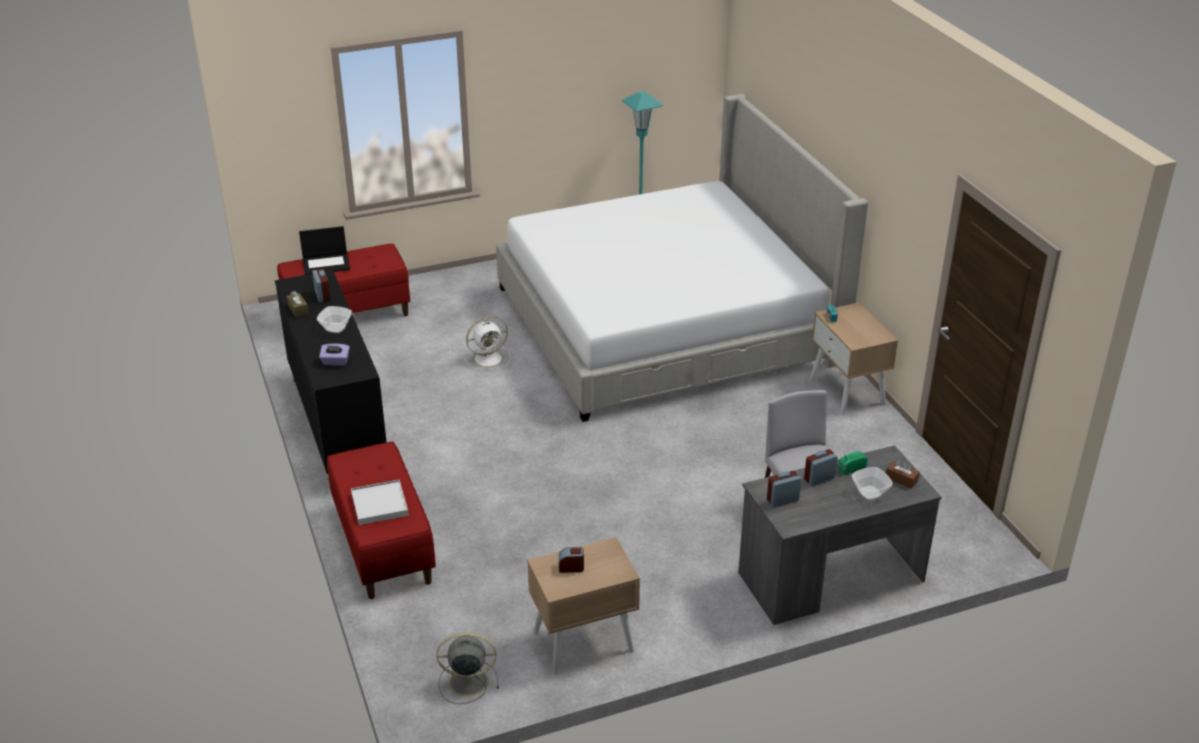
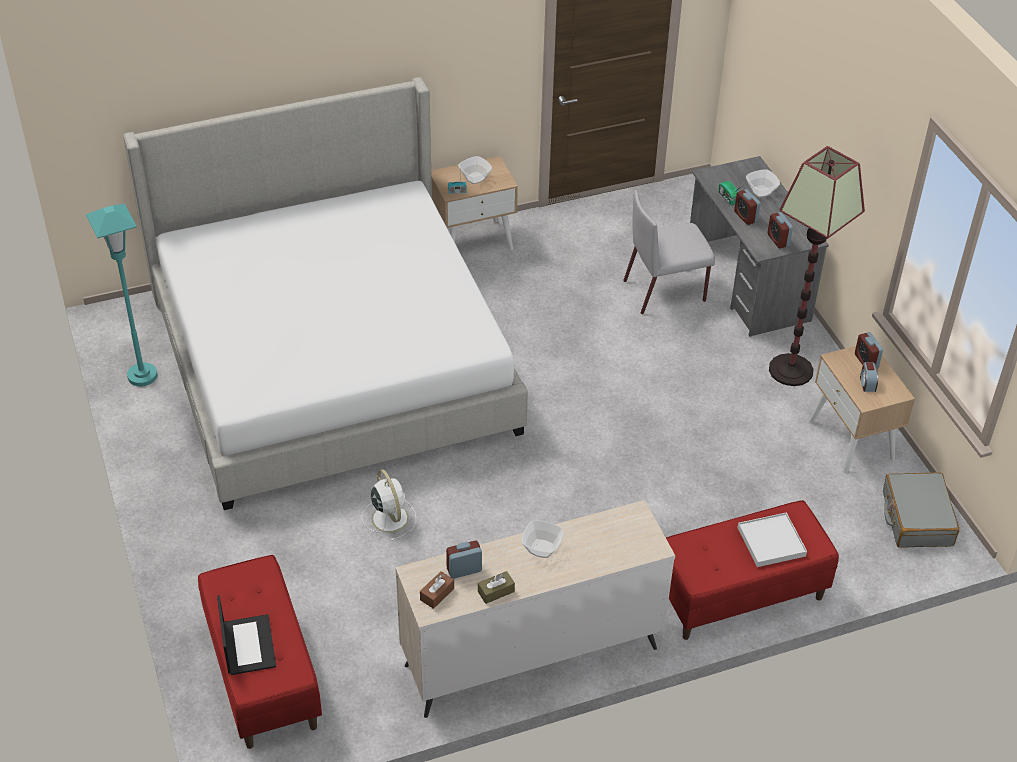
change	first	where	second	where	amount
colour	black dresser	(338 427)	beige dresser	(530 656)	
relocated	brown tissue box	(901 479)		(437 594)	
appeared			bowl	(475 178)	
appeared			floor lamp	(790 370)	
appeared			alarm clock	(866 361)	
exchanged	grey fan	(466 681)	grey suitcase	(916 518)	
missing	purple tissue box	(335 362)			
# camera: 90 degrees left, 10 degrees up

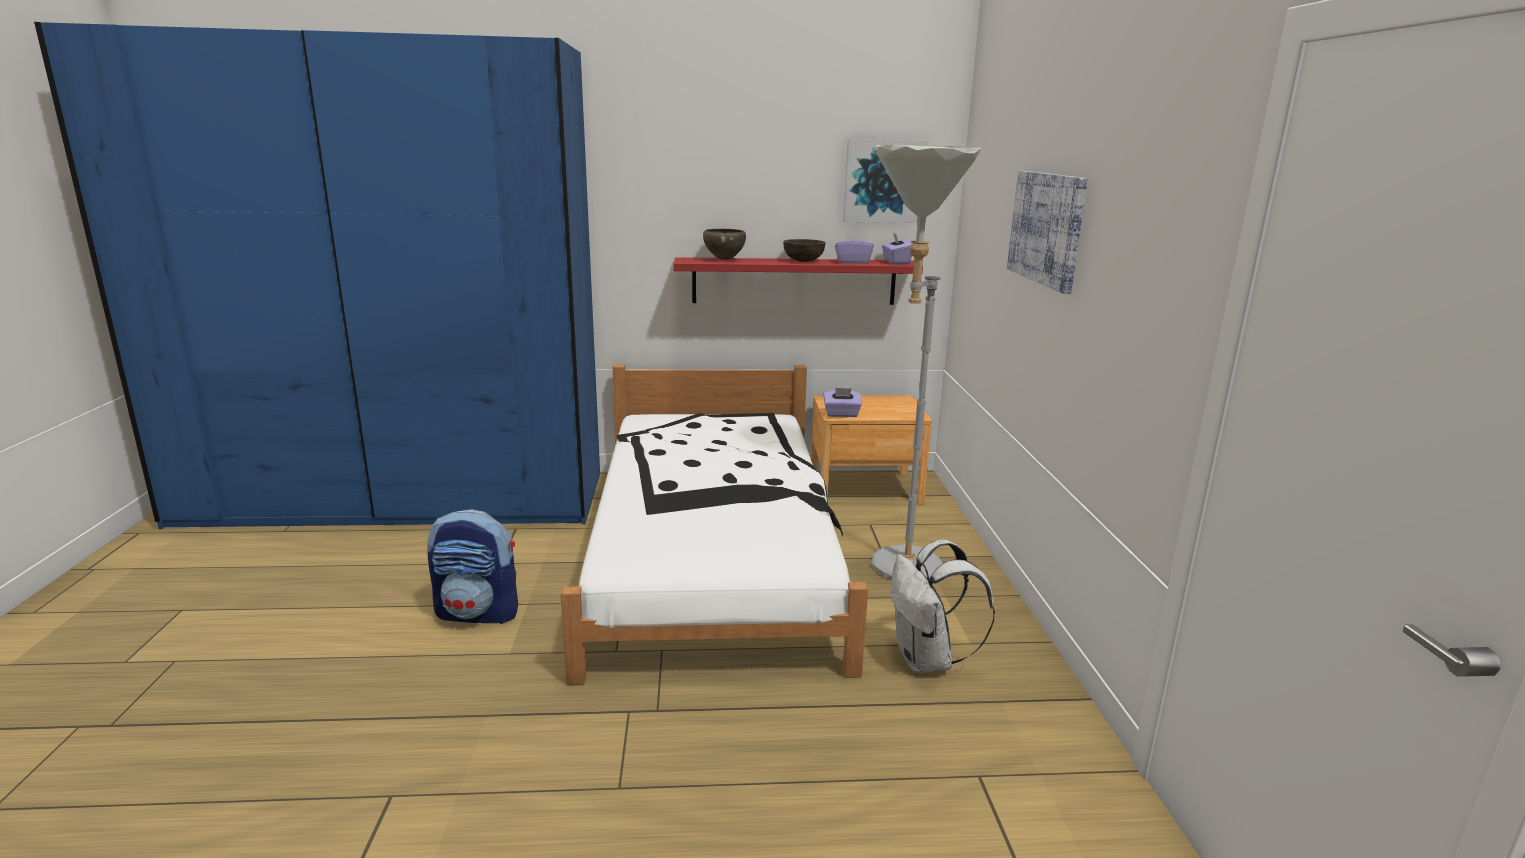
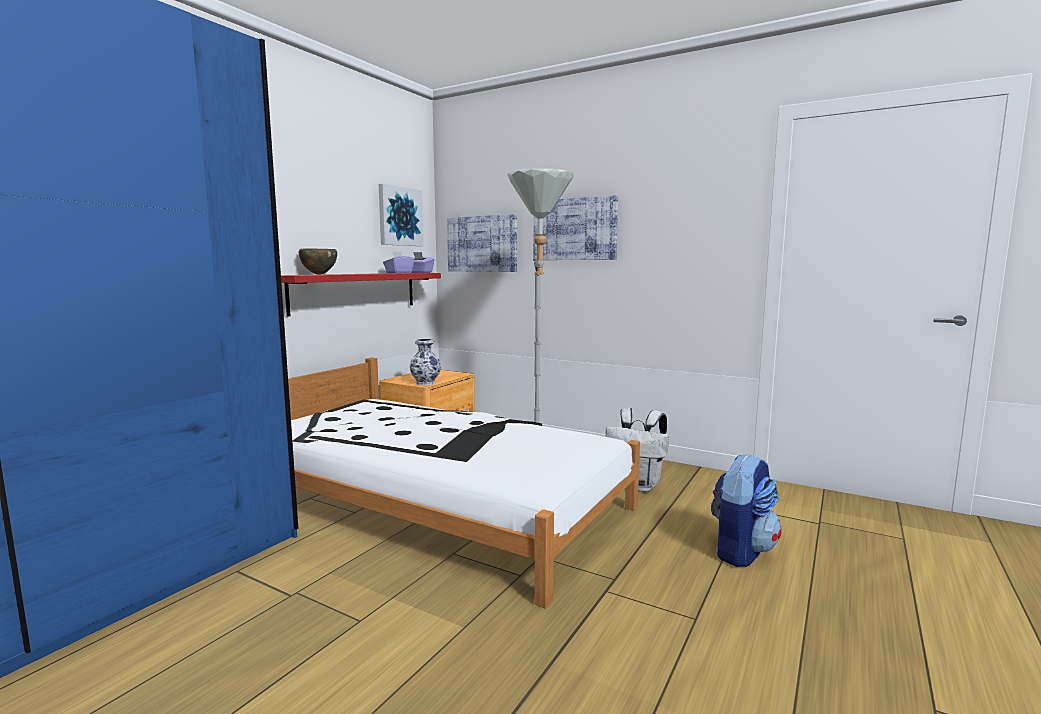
change	first	where	second	where	amount
exchanged	purple tissue box	(841 414)	vase	(425 383)	
appeared			picture	(482 244)	
relocated	backpack	(479 613)		(741 551)	
missing	brown bowl	(803 261)			
# camera: 55 degrees left, 10 degrees down

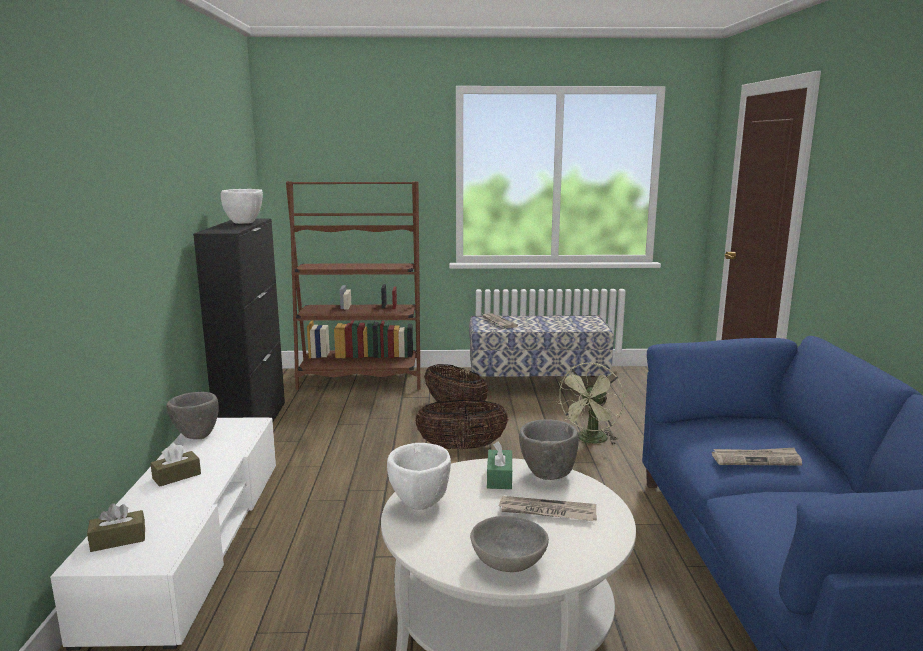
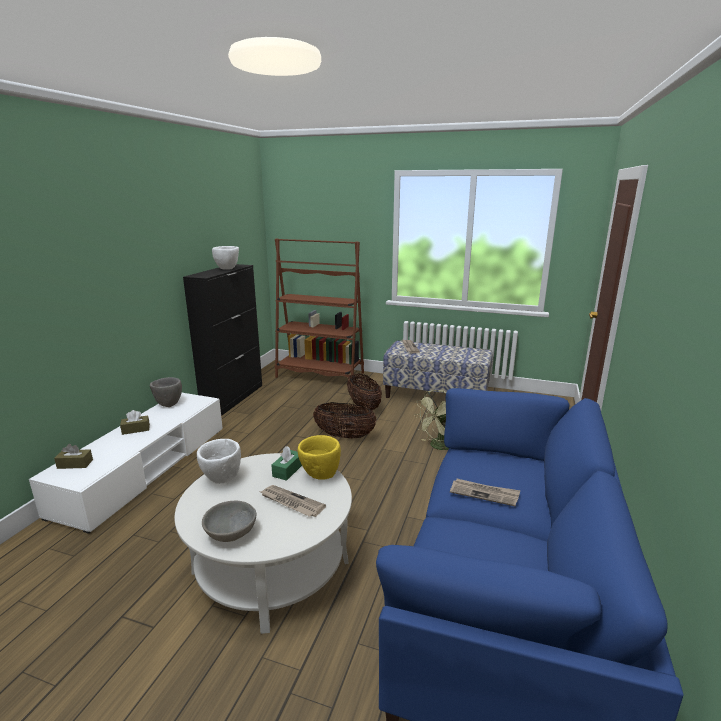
change	first	where	second	where	amount
colour	grey bowl	(547 475)	yellow bowl	(320 475)	
# camera: 20 degrees right, 5 degrees up

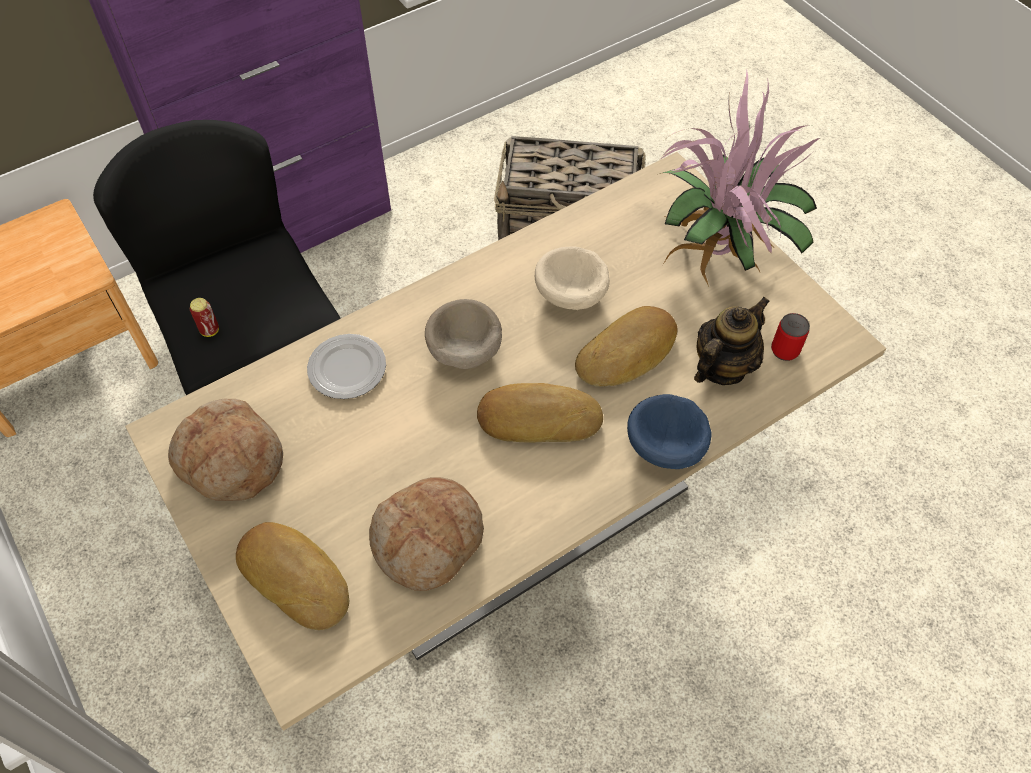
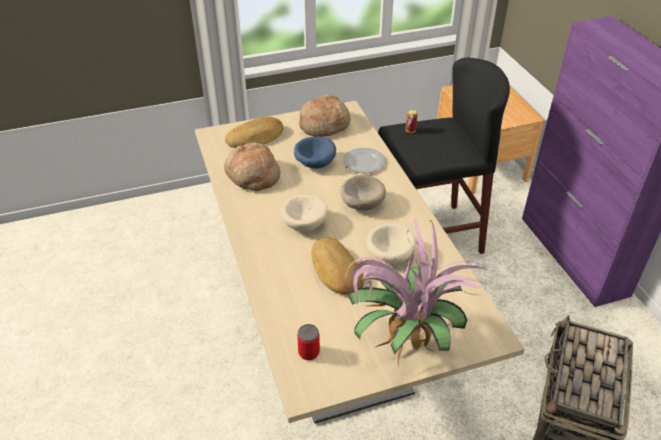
change	first	where	second	where	amount
exchanged	bread	(538 417)	beige bowl	(305 224)	
relocated	blue bowl	(666 447)		(314 163)	
missing	teapot	(722 367)			
# camera: 105 degrees right, 15 degrees down

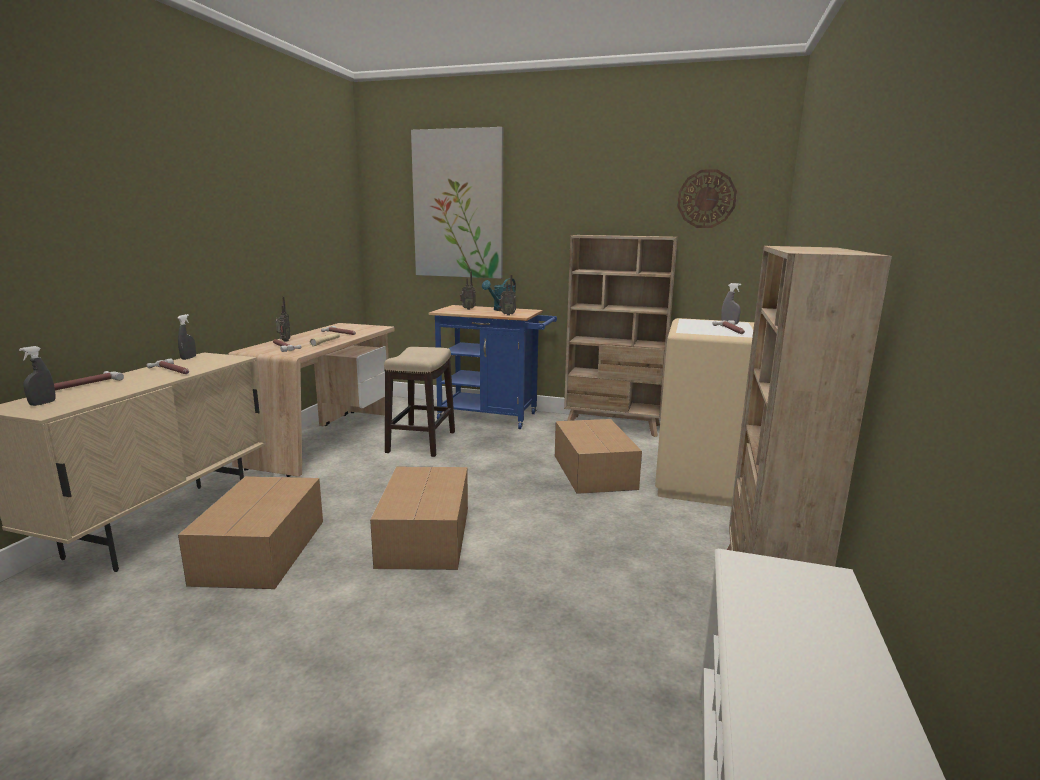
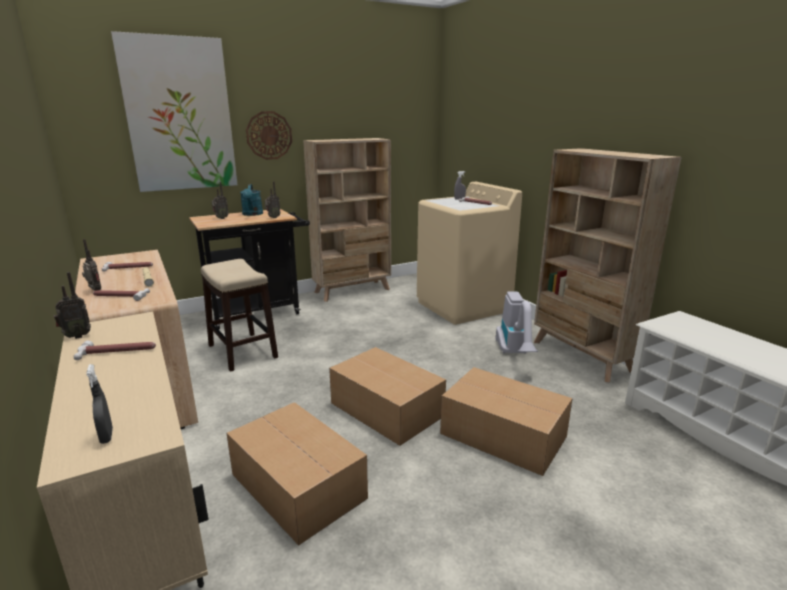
change	first	where	second	where	amount
exchanged	grey spray bottle	(188 358)	radio	(76 336)	
colour	blue cart	(494 417)	black cart	(259 312)	
relocated	wall clock	(706 199)		(269 135)	
relocated	cardboard box	(594 471)		(501 434)	
appeared			vacuum cleaner	(515 353)	
missing	hammer	(83 385)			
# camera: 45 degrees left, 5 degrees up

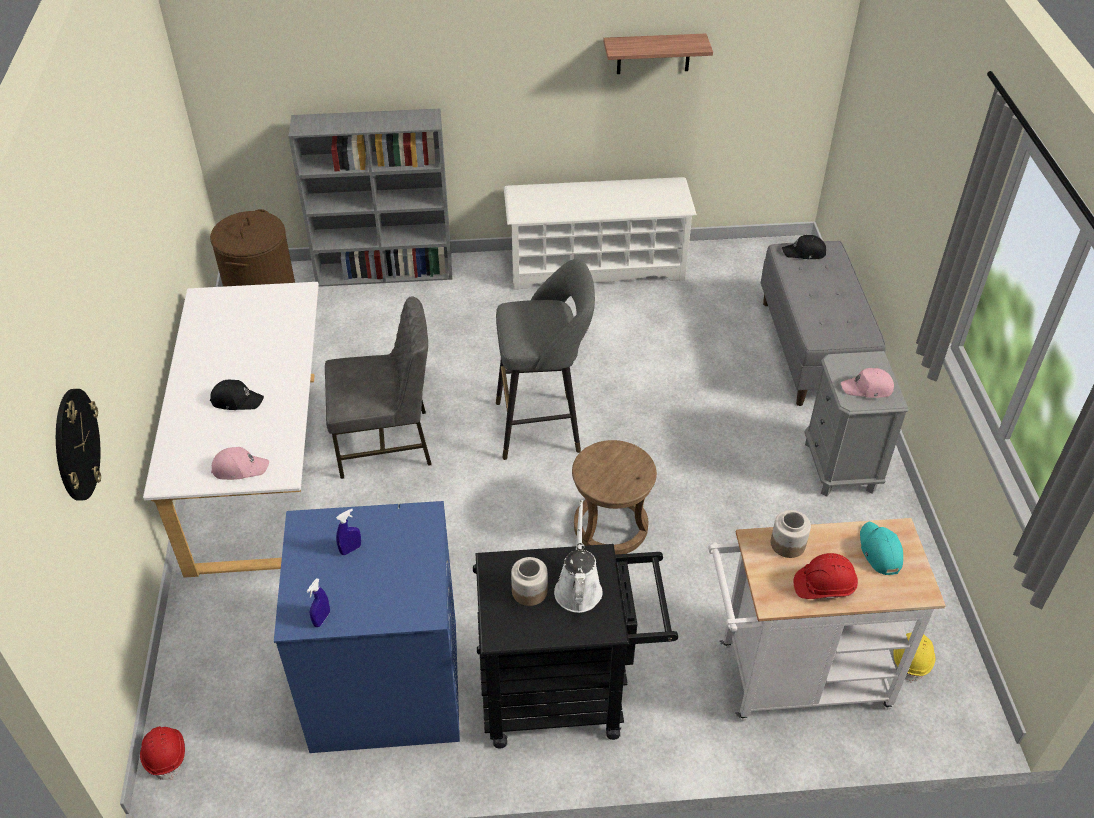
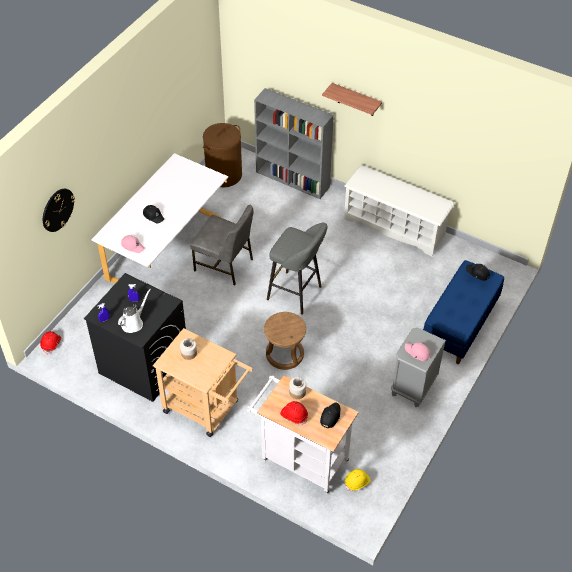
change	first	where	second	where	amount
colour	blue washing machine	(384 686)	black washing machine	(143 365)	
relocated	white watering can	(578 587)		(134 323)	
colour	black cart	(566 694)	beige cart	(206 409)	
colour	turquoise cap	(879 551)	black cap	(330 416)	
relocated	shelf	(653 53)		(356 100)	
colour	grey bench	(812 350)	blue bench	(459 326)	
# camera: 35 degrees right, 5 degrees up

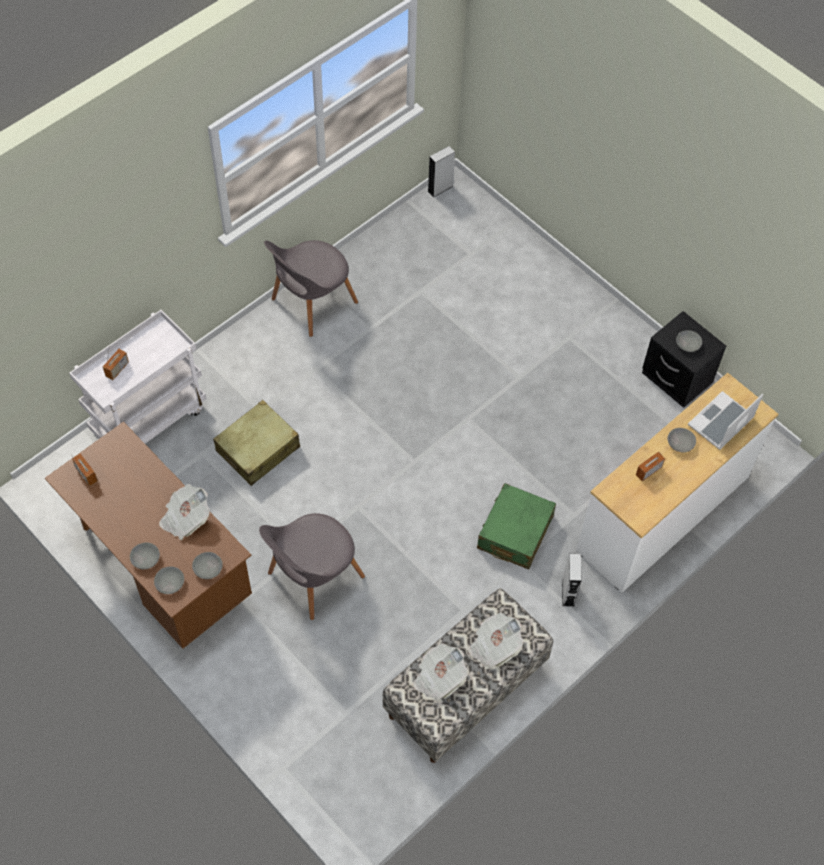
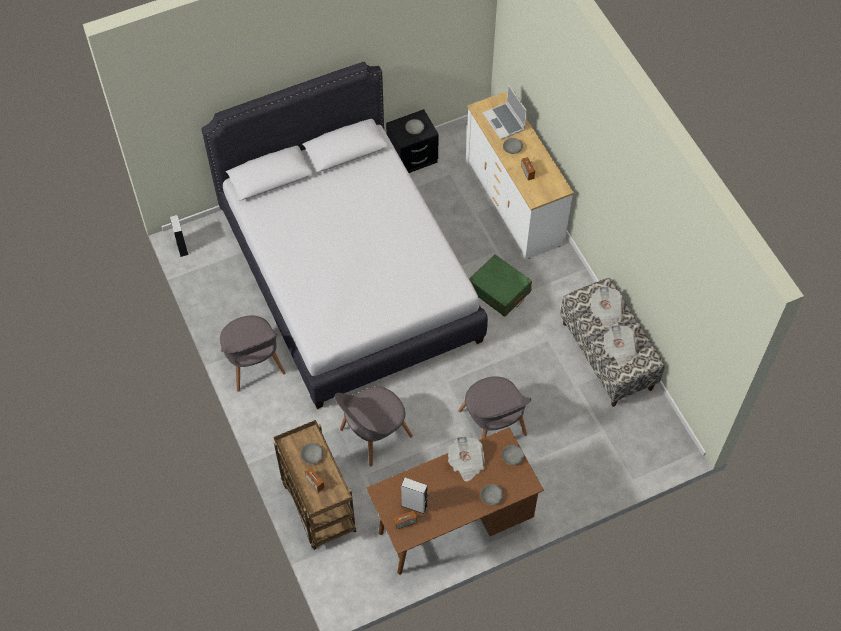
change	first	where	second	where	amount
appeared			white bed	(349 276)	
colour	white cart	(149 419)	brown cart	(317 505)	
relocated	grey bowl	(169 583)		(312 456)	
exchanged	beige suitcase	(258 449)	grey chair	(373 434)	
relocated	grey speaker	(568 593)		(414 505)	
# camera: 70 degrees left, 0 degrees up

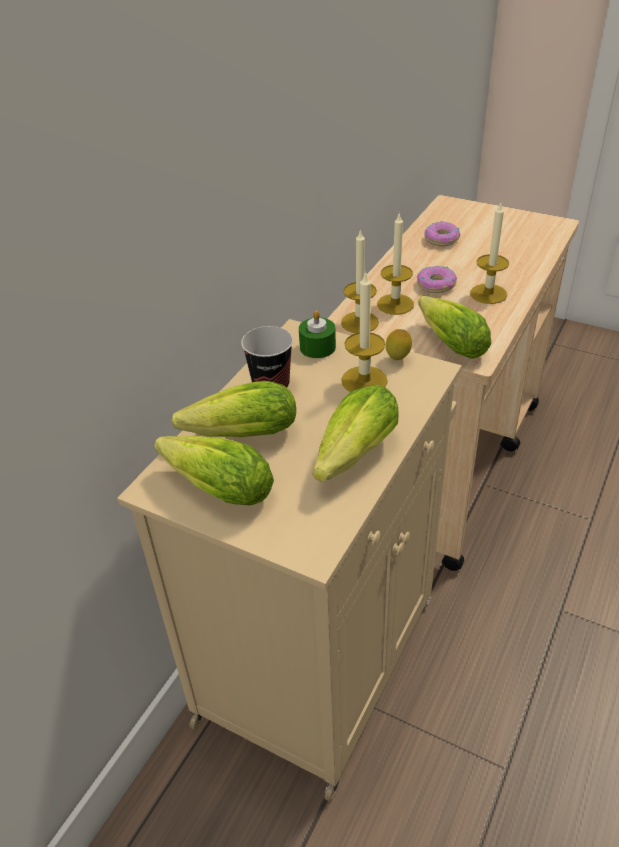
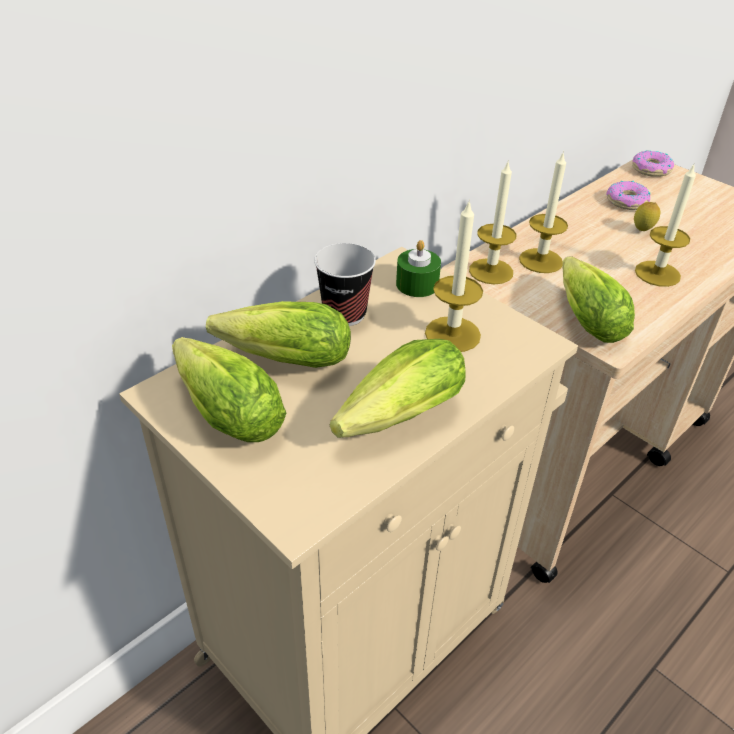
change	first	where	second	where	amount
relocated	donut	(436 285)		(651 170)	
relocated	lemon	(398 359)		(642 231)	
# camera: 15 degrees right, 0 degrees up

